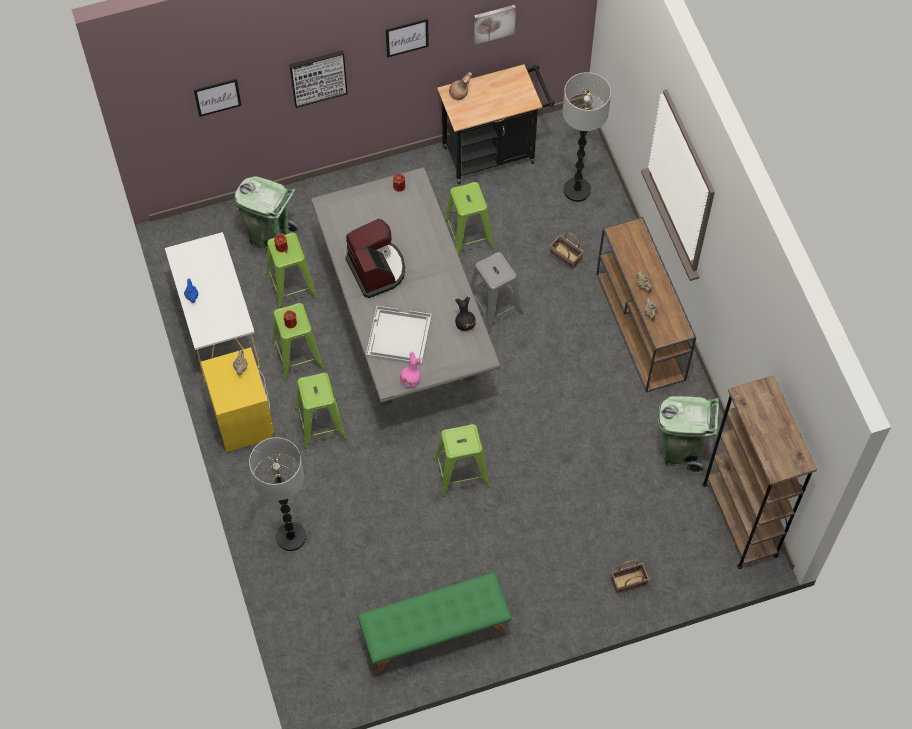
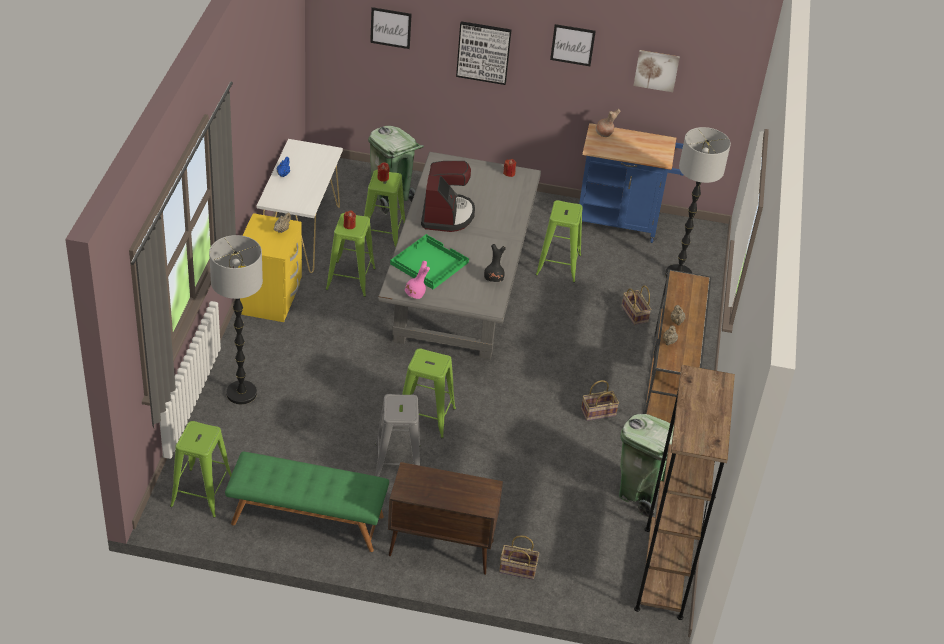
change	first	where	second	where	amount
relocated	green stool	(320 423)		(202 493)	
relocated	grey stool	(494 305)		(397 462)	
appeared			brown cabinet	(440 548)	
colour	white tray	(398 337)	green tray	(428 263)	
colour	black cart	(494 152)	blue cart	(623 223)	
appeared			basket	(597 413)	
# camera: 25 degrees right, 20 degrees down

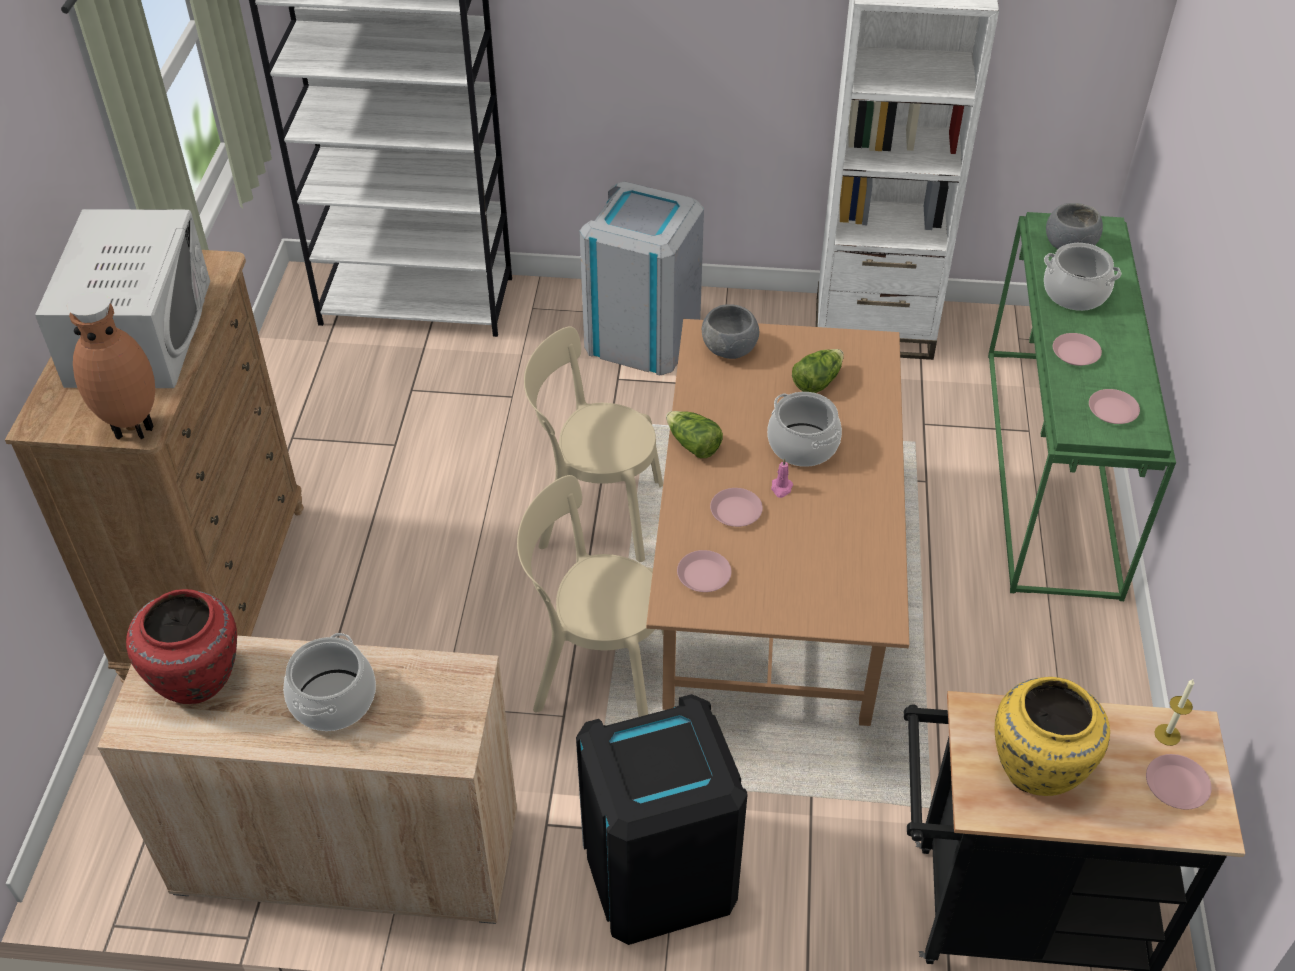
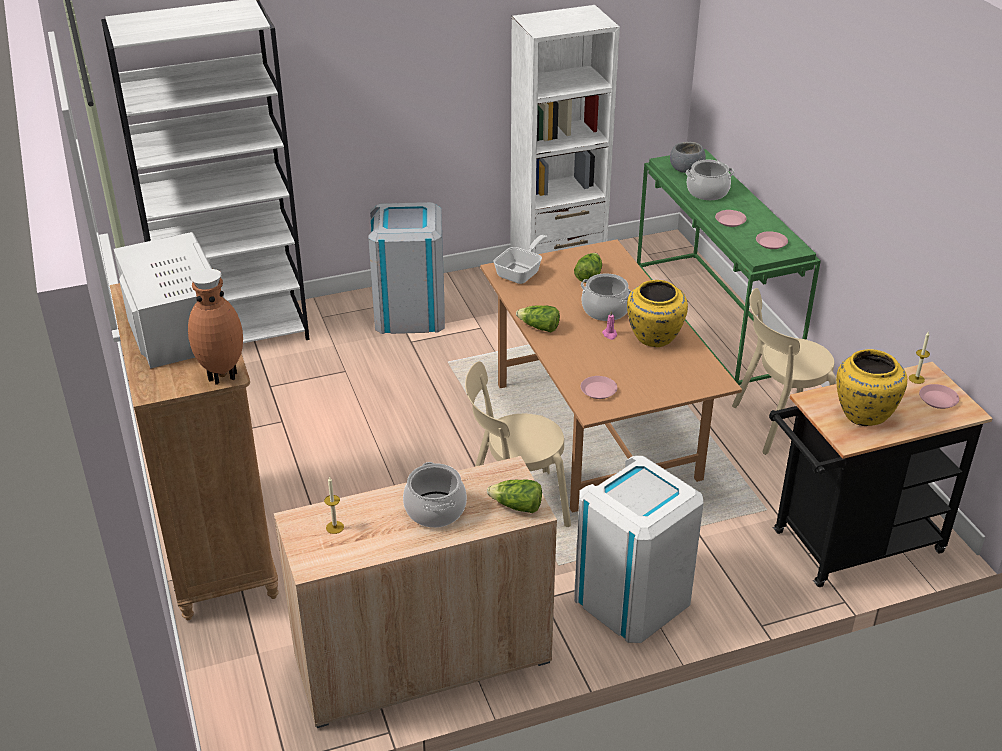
change	first	where	second	where	amount
exchanged	red vase	(199 678)	candle	(335 527)	
appeared			lettuce	(517 506)	
exchanged	grey bowl	(729 348)	frying pan	(521 272)	
colour	black trash can	(658 872)	white trash can	(632 599)	
appeared			yellow vase	(653 338)	
relocated	beige chair	(594 513)		(777 424)	
missing	pink plate	(736 511)			
# camera: 25 degrees left, 10 degrees down

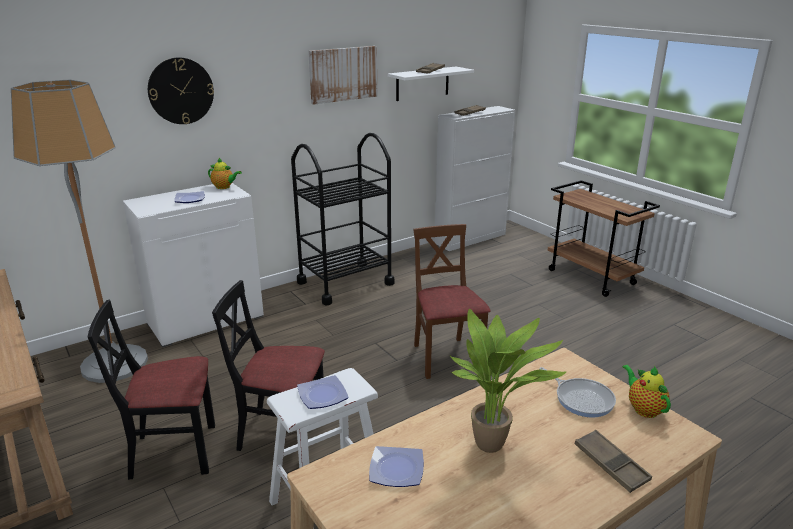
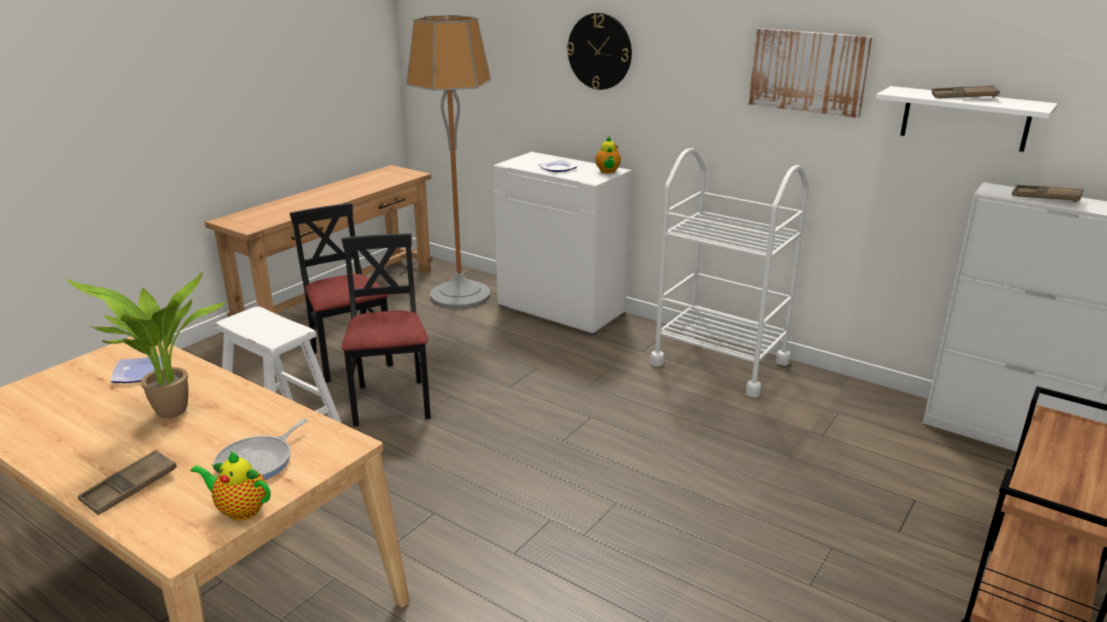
change	first	where	second	where	amount
spun	teapot	(643 408)		(240 510)	120 degrees counterclockwise
colour	black cart	(345 283)	white cart	(719 363)	
missing	plate	(322 396)			
missing	brown chair	(446 357)			
# camera: 70 degrees right, 0 degrees up

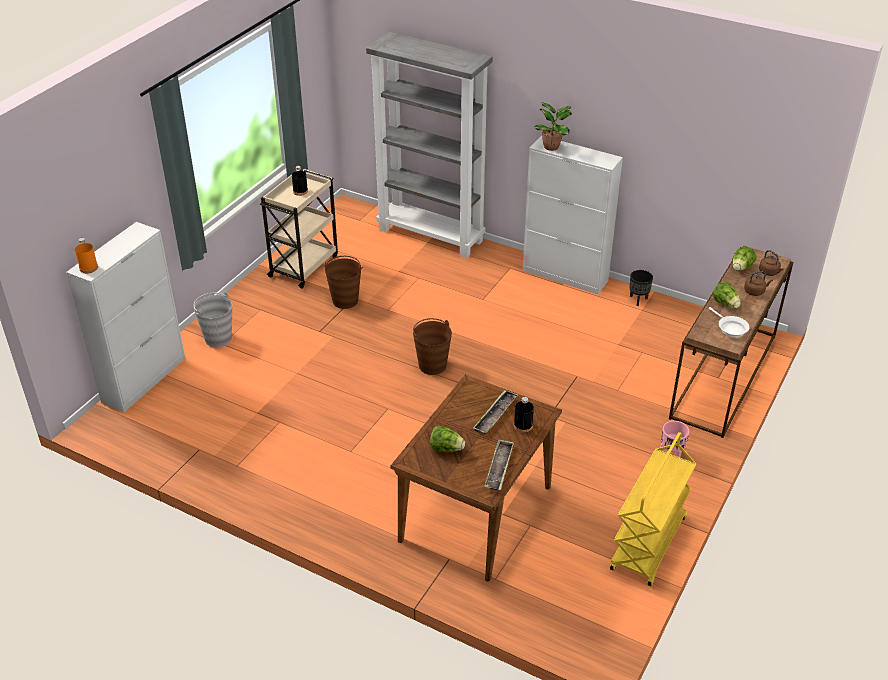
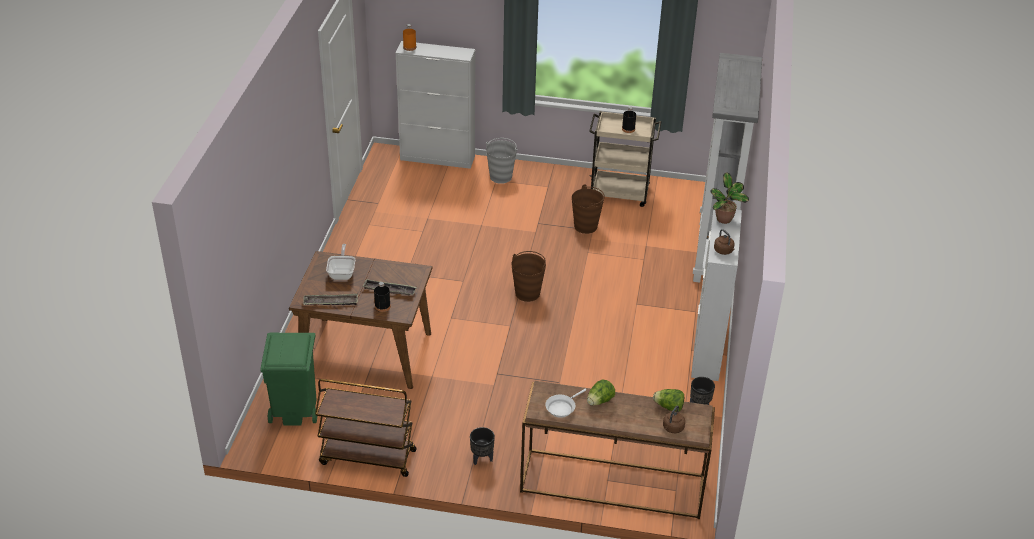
change	first	where	second	where	amount
appeared			green trash can	(294 409)	
colour	yellow cart	(648 544)	brown cart	(367 457)	
exchanged	lettuce	(446 448)	frying pan	(342 273)	
colour	pink planter	(671 454)	black planter	(482 458)	
relocated	brown kettle	(755 291)		(724 251)	
# camera: 70 degrees right, 0 degrees up

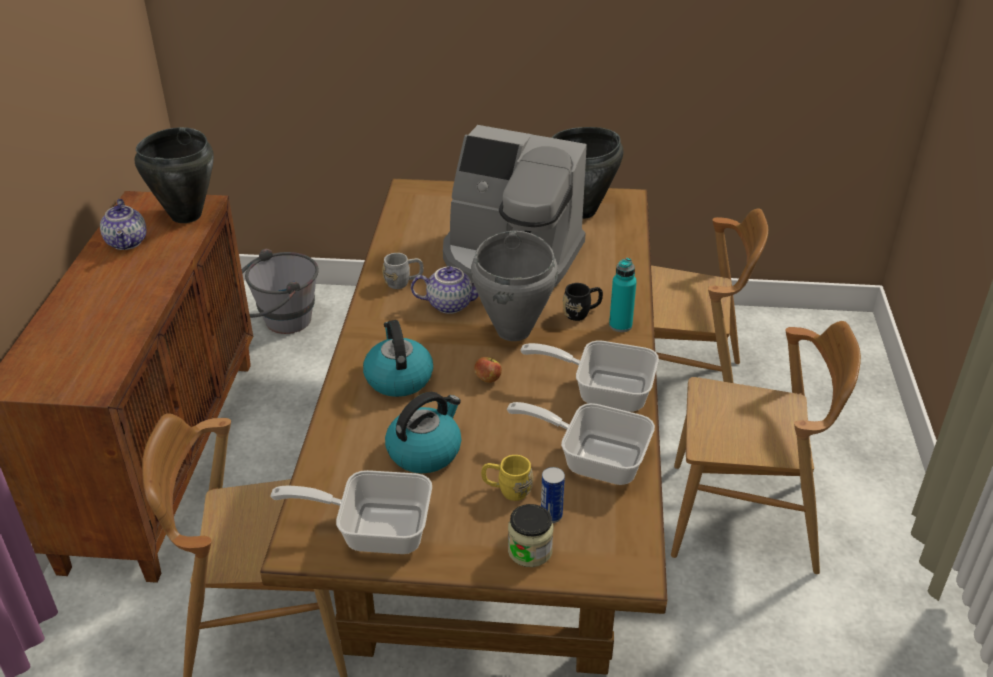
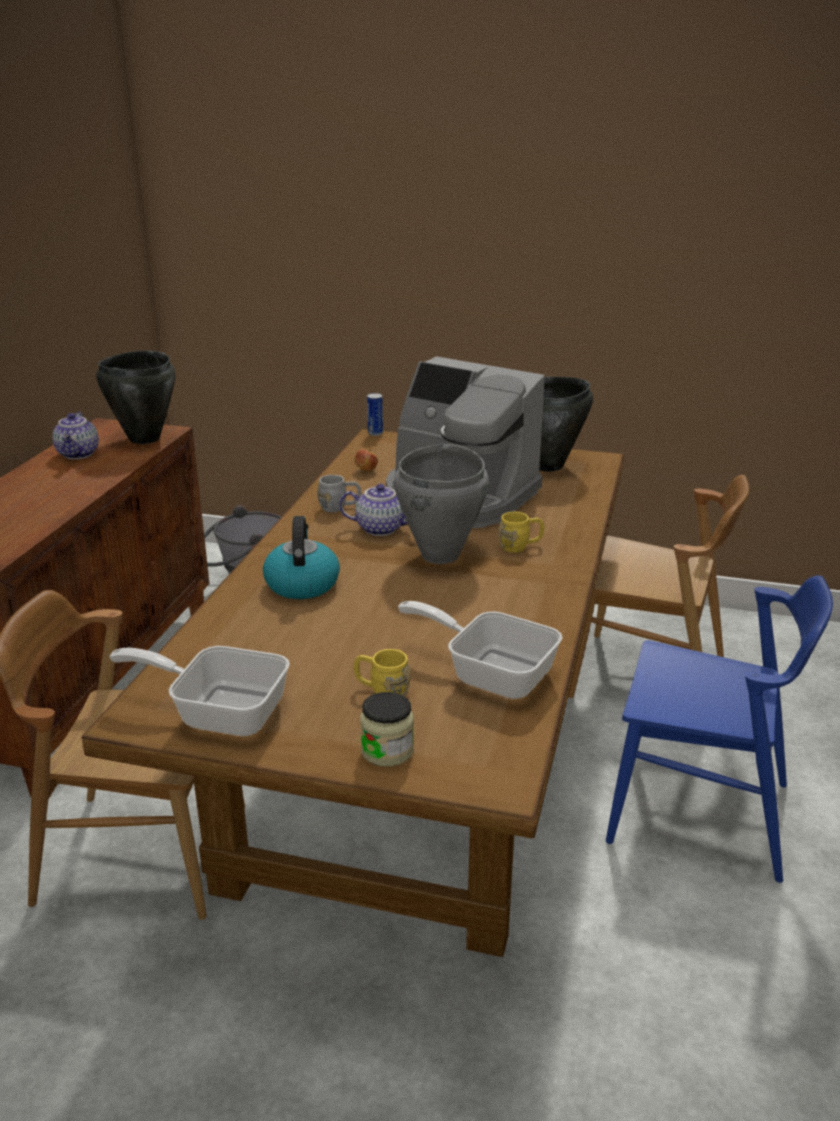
change	first	where	second	where	amount
relocated	apple	(487 379)		(366 470)	
relocated	can	(551 515)		(375 433)	
colour	black mug	(582 313)	yellow mug	(520 546)	
colour	brown chair	(743 518)	blue chair	(700 813)	
missing	kettle	(425 451)			
missing	frying pan	(603 391)			
missing	turquoise bottle	(620 325)			
# camera: 10 degrees right, 10 degrees down

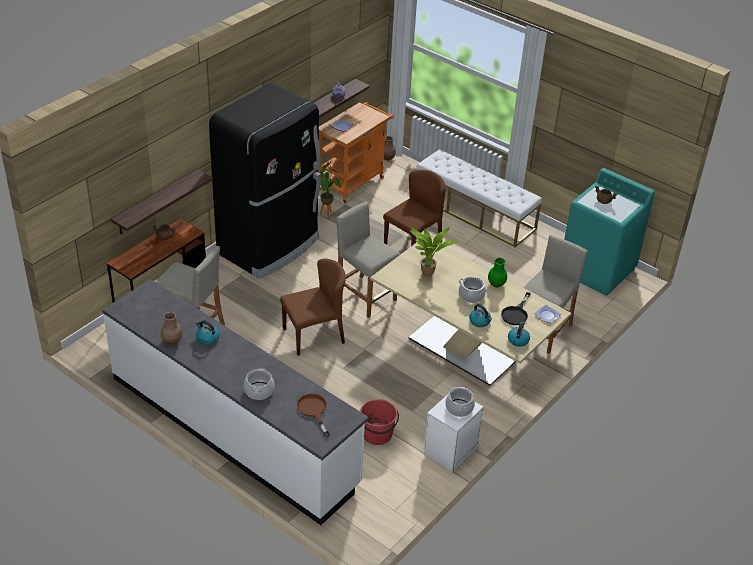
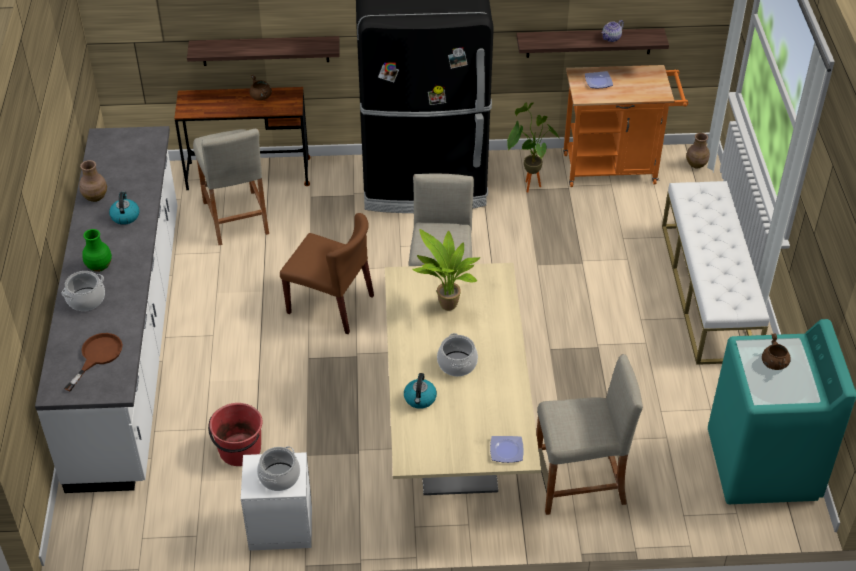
change	first	where	second	where	amount
relocated	green vase	(496 284)		(99 266)	
missing	brown chair	(413 243)			
missing	black frying pan	(516 313)			
missing	kettle	(518 340)			
# camera: 50 degrees right, 5 degrees up

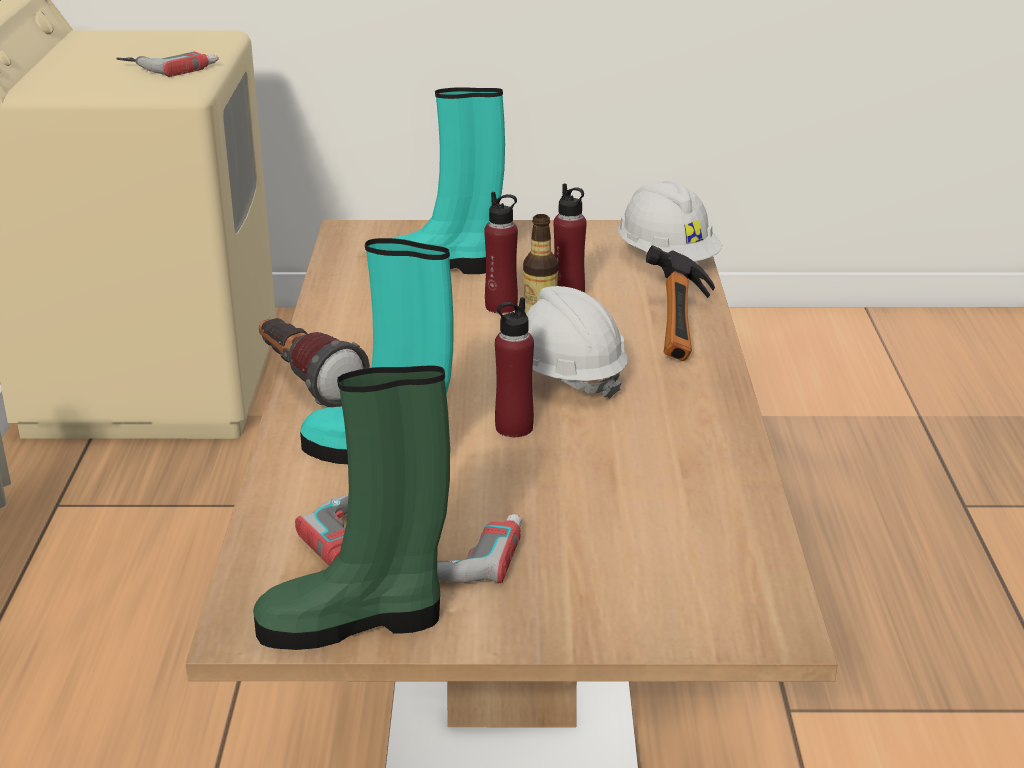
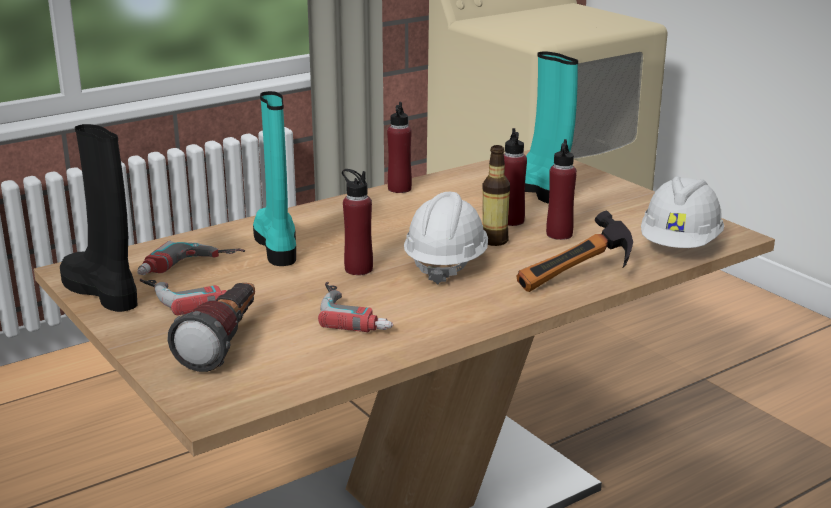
change	first	where	second	where	amount
colour	green boot	(355 622)	black boot	(102 292)	
relocated	flashlight	(306 382)		(224 344)	
relocated	power drill	(169 66)		(357 312)	
appeared			red bottle	(399 188)	
# camera: 55 degrees right, 5 degrees down

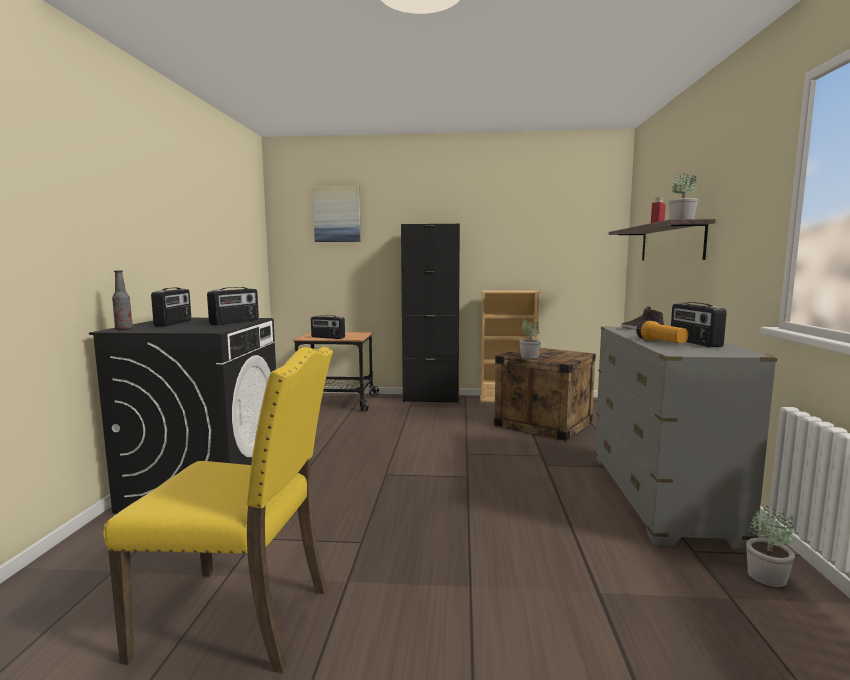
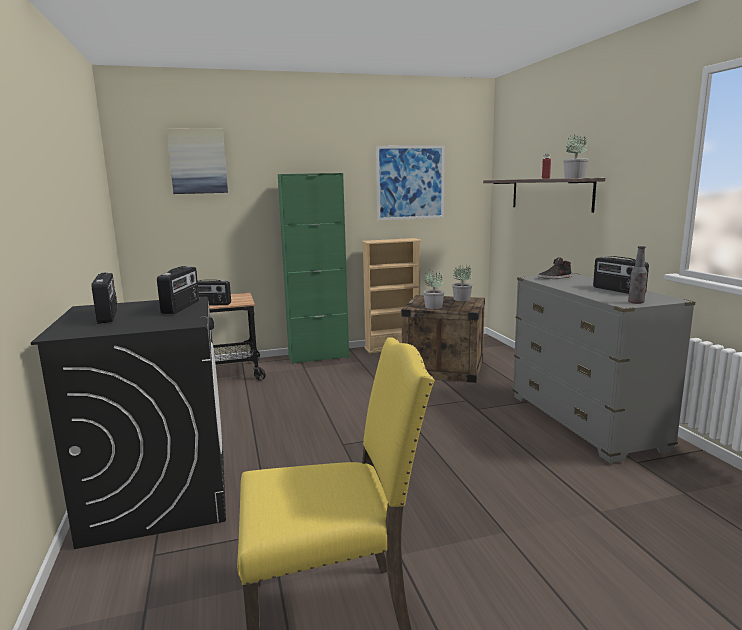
change	first	where	second	where	amount
colour	black cabinet	(431 399)	green cabinet	(318 357)	
appeared			picture	(410 182)	
relocated	potted plant	(767 576)		(462 299)	
relocated	bottle	(124 329)		(636 302)	
missing	flashlight	(661 342)			
# camera: 20 degrees left, 5 degrees up

